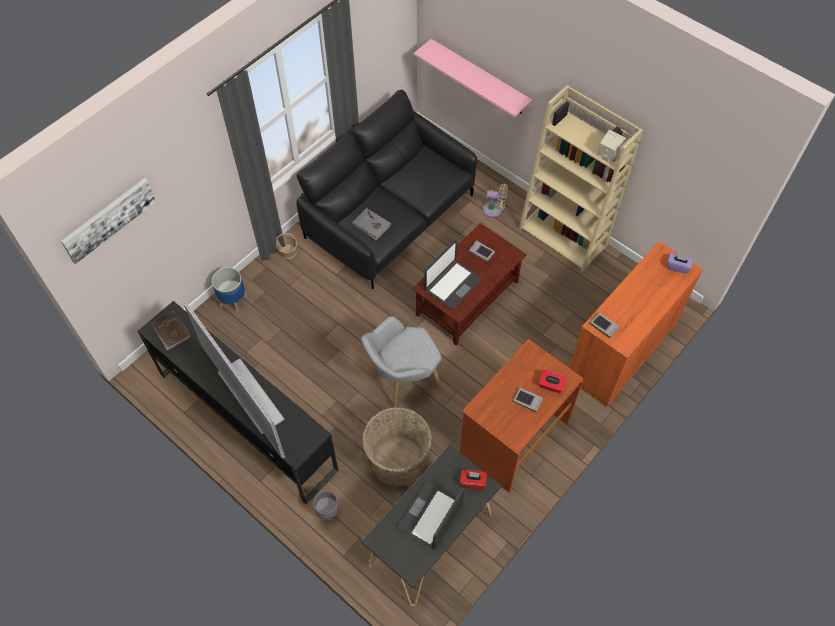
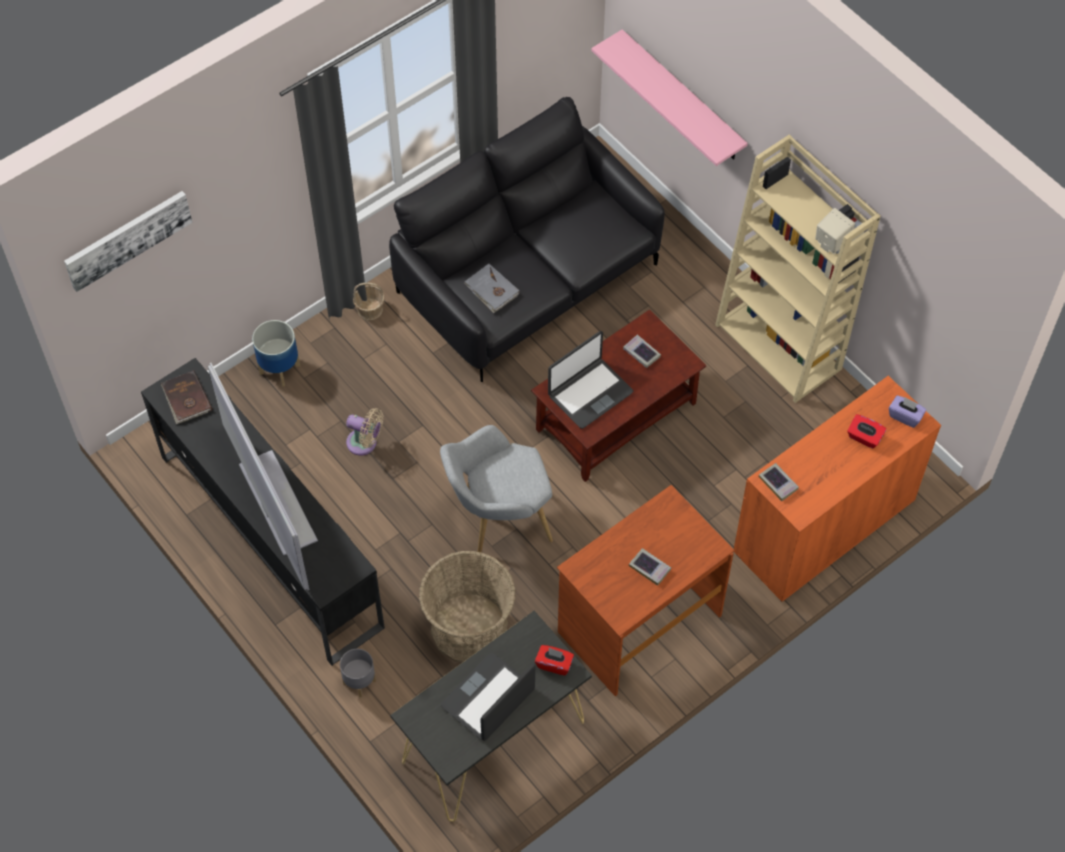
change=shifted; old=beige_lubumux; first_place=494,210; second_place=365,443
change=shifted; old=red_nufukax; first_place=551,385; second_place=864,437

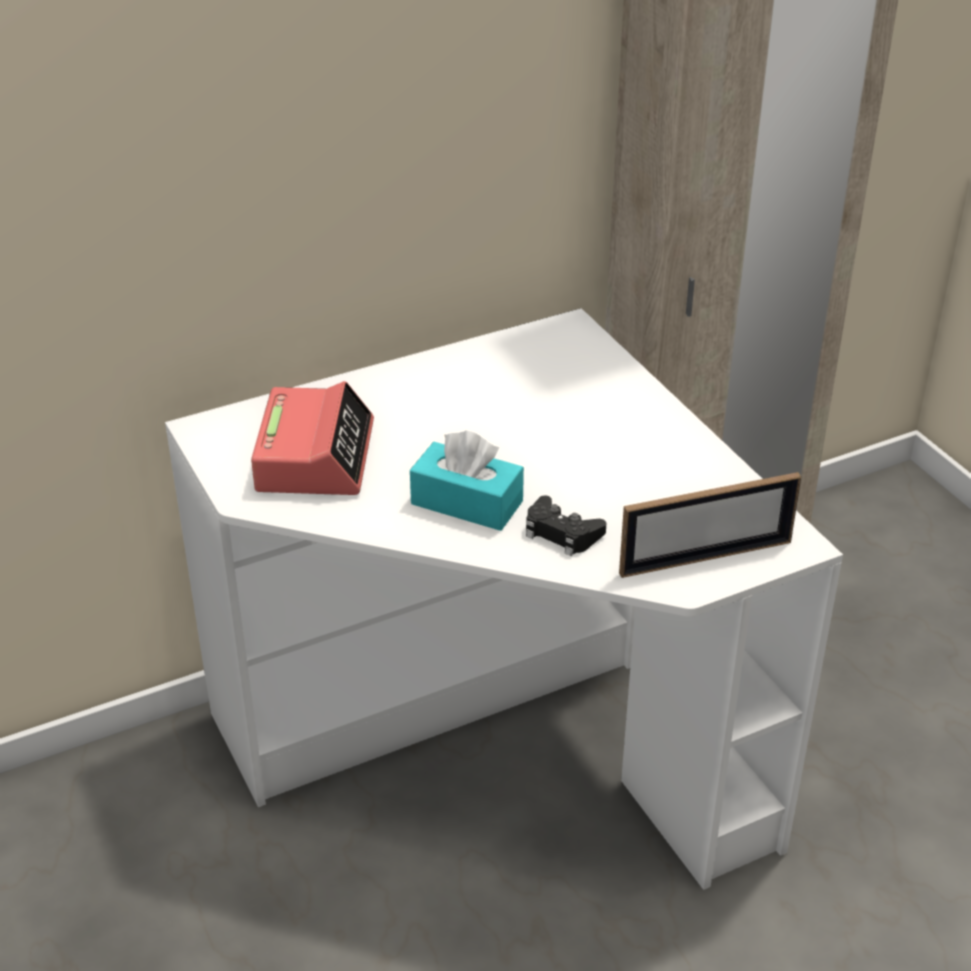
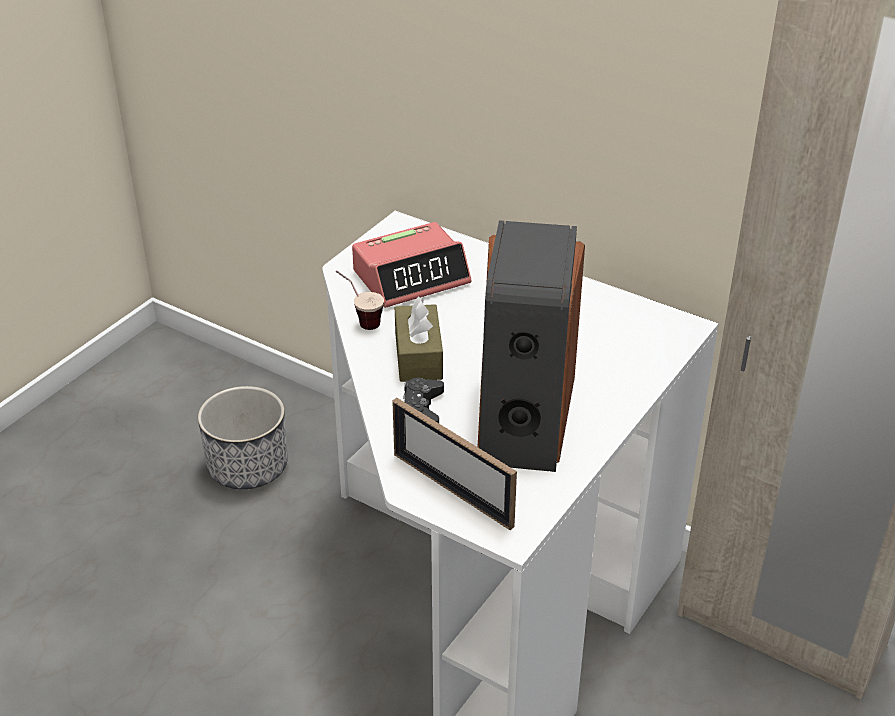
change=repainted; old=turquoise_nufukax; new=brown_nufukax; first_place=467,502; second_place=418,356
change=new; new=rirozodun; second_place=524,417
change=new; new=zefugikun; second_place=360,320
change=new; new=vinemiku; second_place=247,467

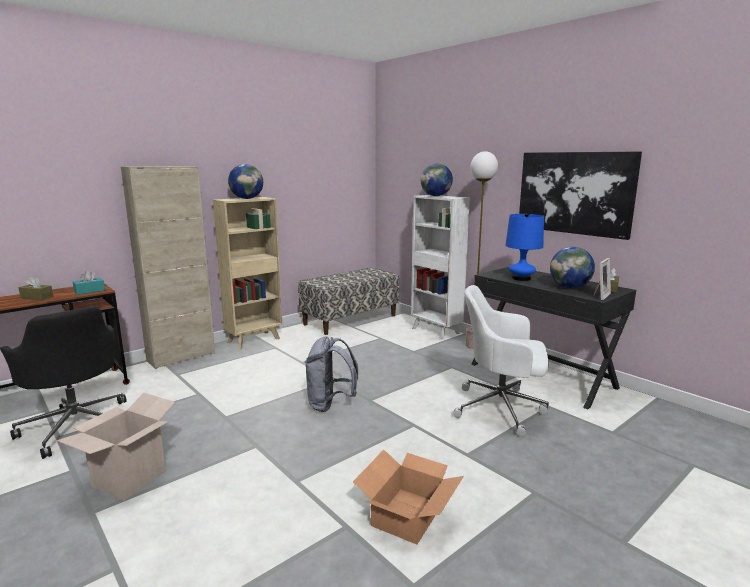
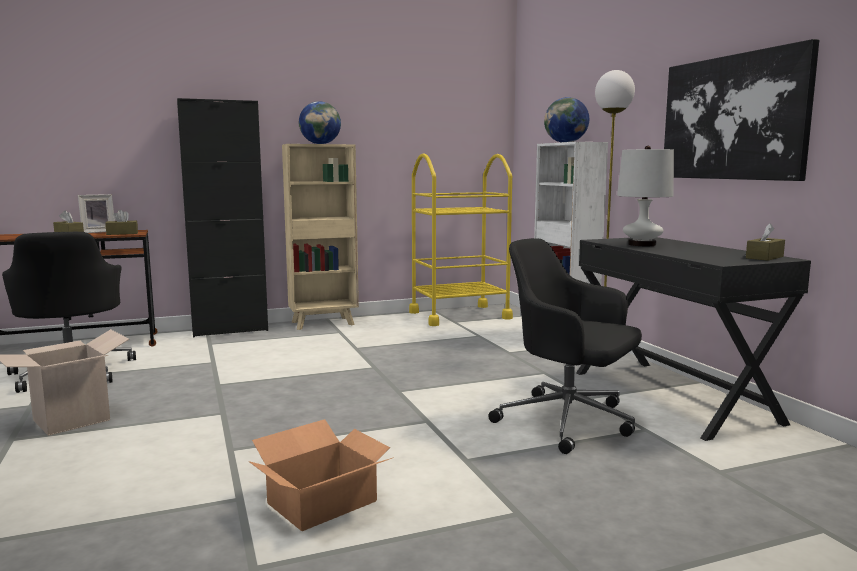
change=repainted; old=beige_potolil; new=black_potolil; first_place=181,357; second_place=230,330
change=repainted; old=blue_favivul; new=white_favivul; first_place=521,278; second_place=642,244
change=gone; old=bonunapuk; first_place=570,287
change=shifted; old=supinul; first_place=599,296; second_place=98,232
change=swapped; old=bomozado; new=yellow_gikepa; first_place=350,320; second_place=459,315
change=repainted; old=turquoise_nufukax; new=brown_nufukax; first_place=89,291; second_place=122,233
change=repainted; old=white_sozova; new=black_sozova; first_place=501,408; second_place=569,422
change=gone; old=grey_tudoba; first_place=330,404

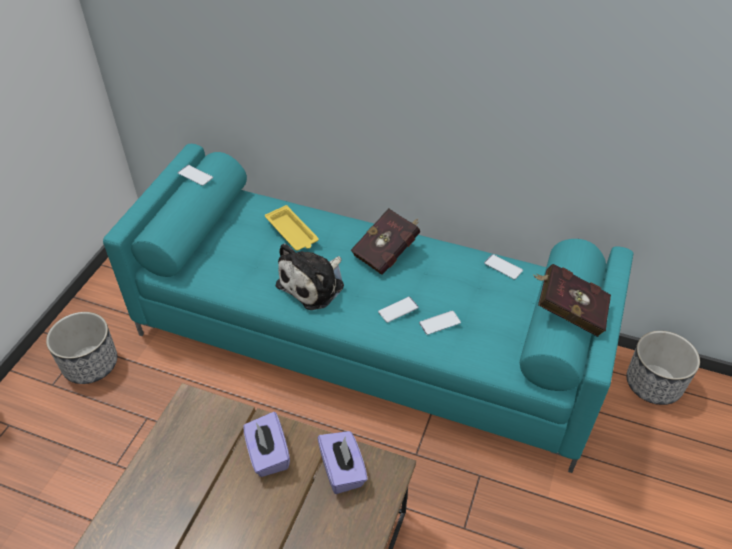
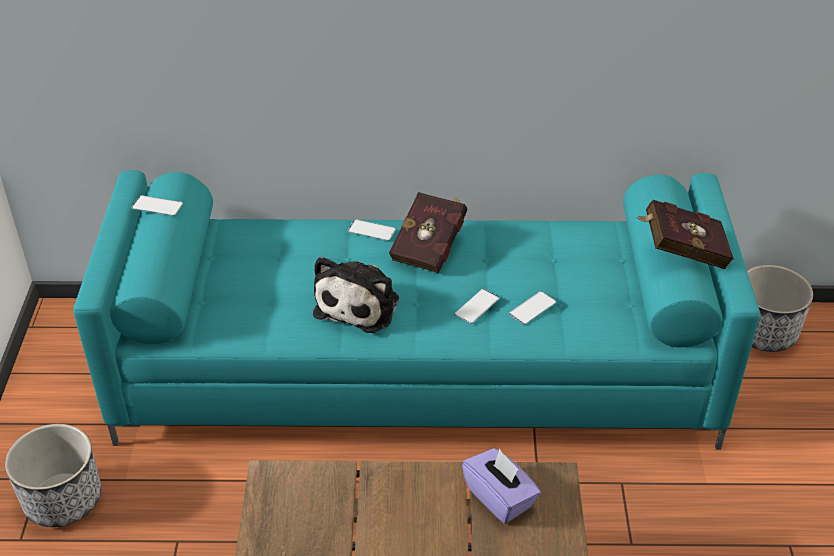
change=gone; old=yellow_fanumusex; first_place=292,232
change=shifted; old=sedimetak; first_place=503,267; second_place=371,230
change=gone; old=purple_nufukax; first_place=268,455

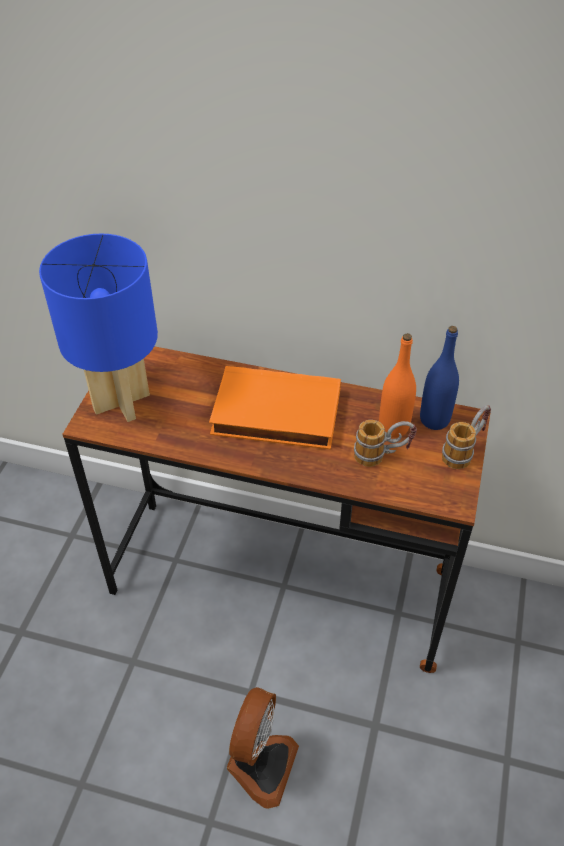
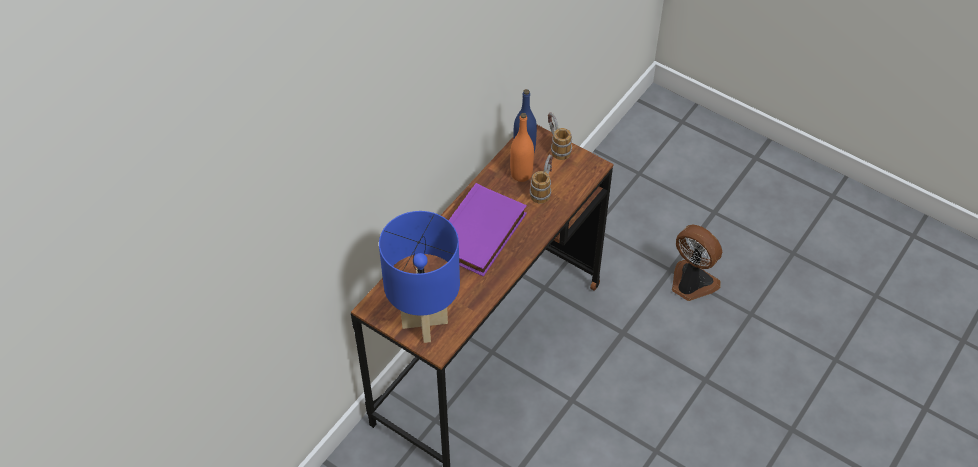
change=repainted; old=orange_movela; new=purple_movela; first_place=275,415; second_place=480,234
change=shifted; old=lubumux; first_place=260,765; second_place=691,283

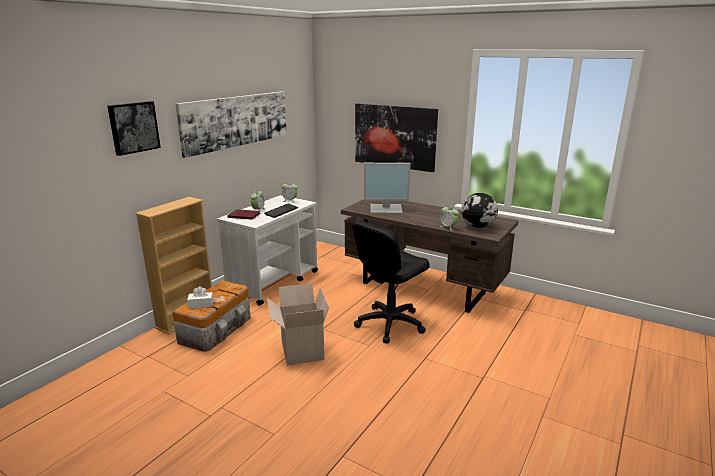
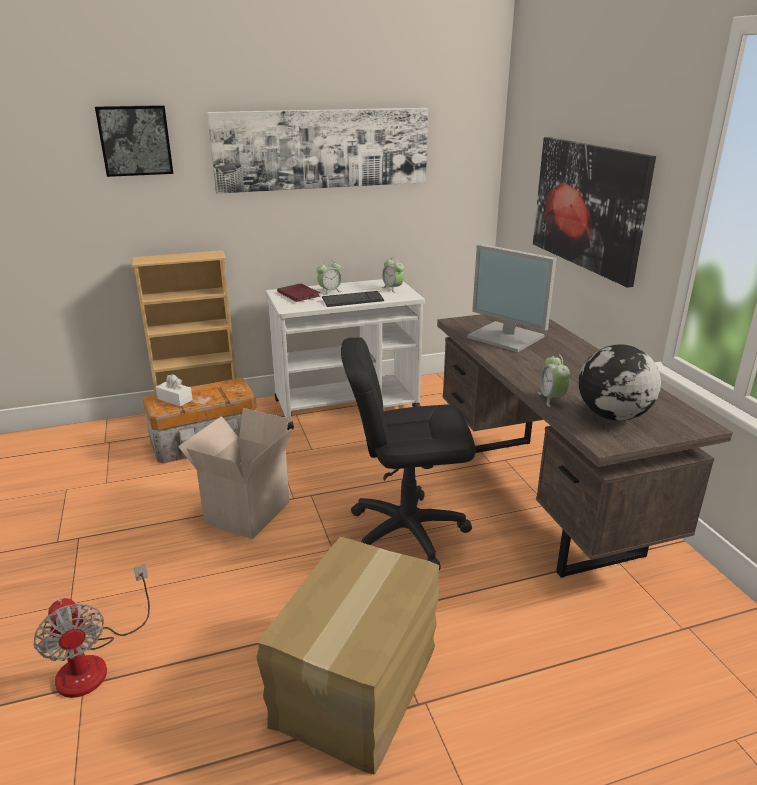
change=new; new=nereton; second_place=358,685
change=new; new=lubumux; second_place=94,662

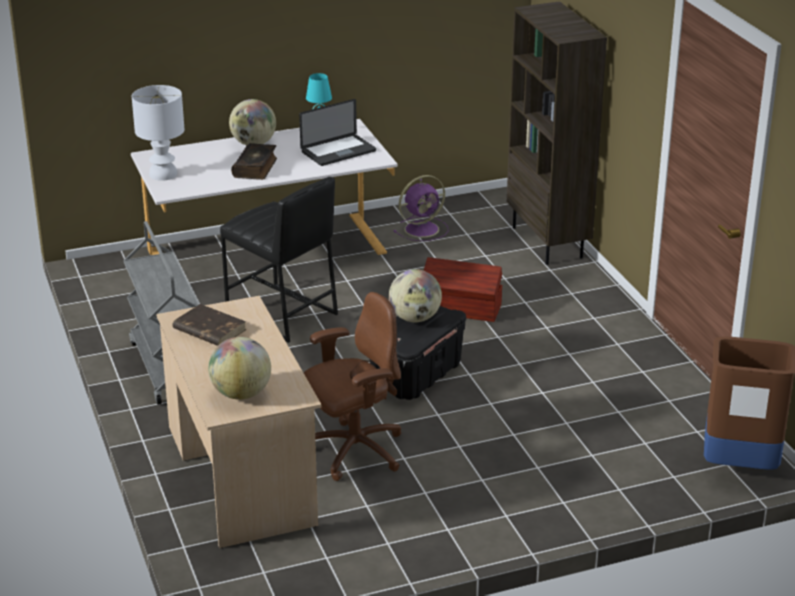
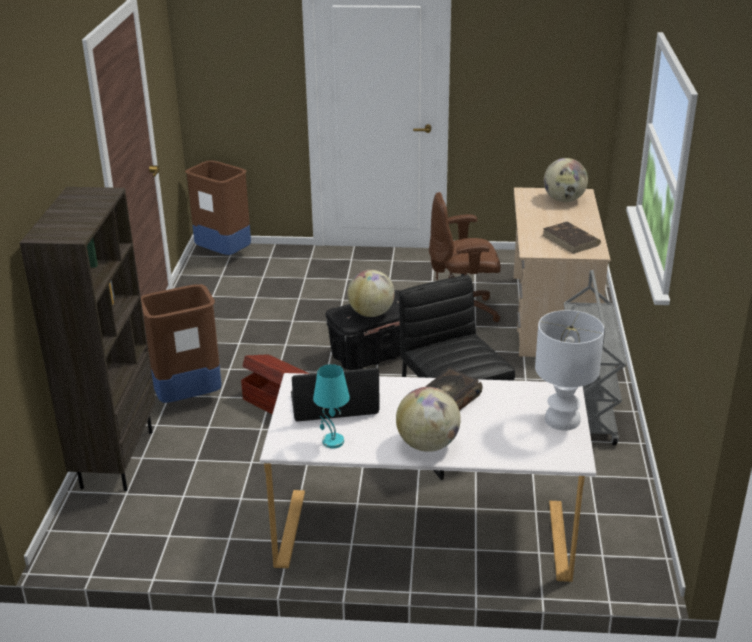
change=gone; old=purple_lubumux; first_place=423,229
change=new; new=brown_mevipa; second_place=188,397

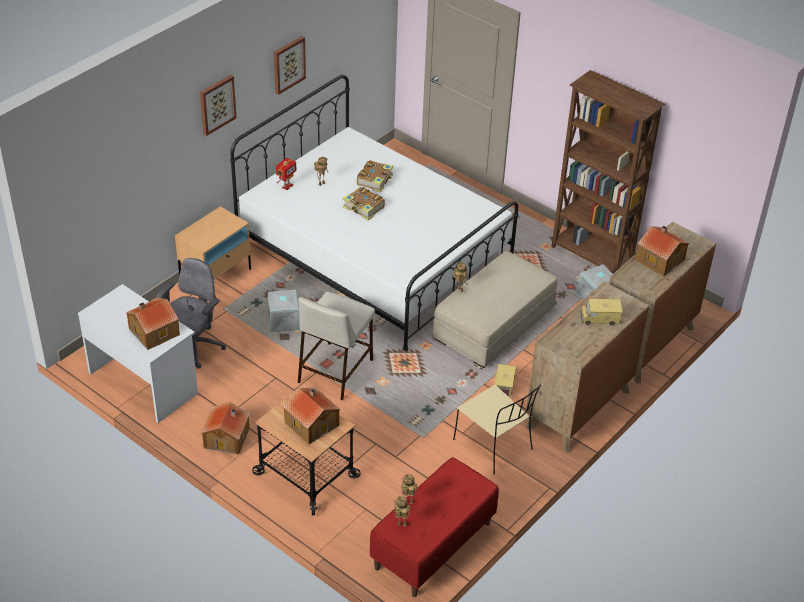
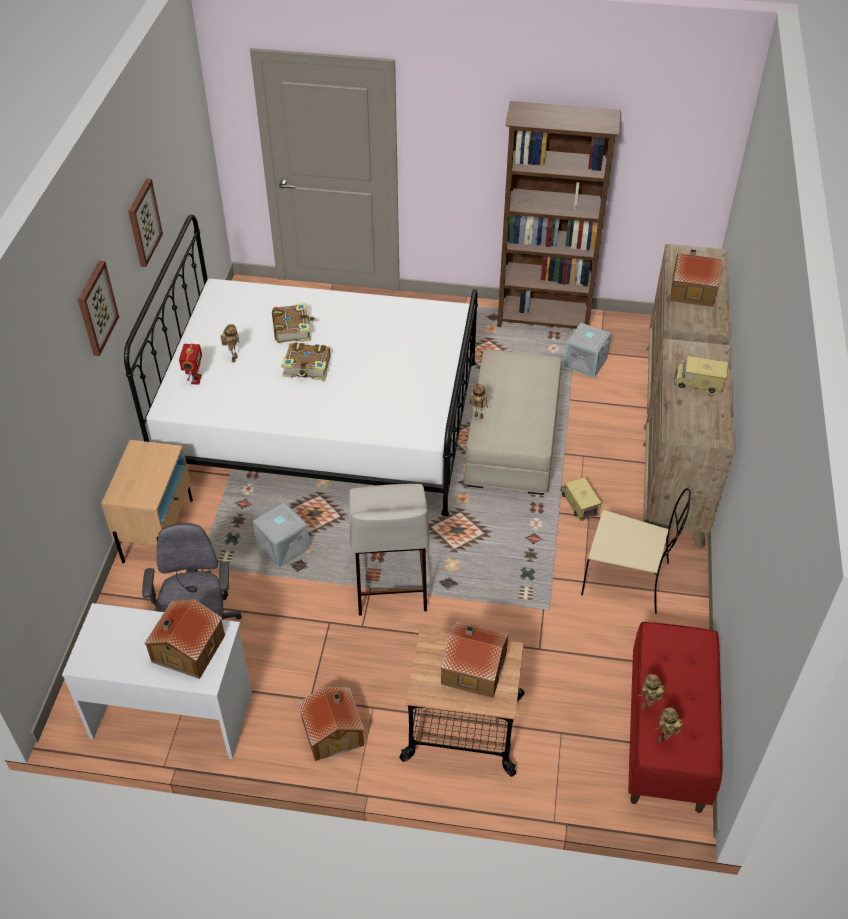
change=rotated; old=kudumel; first_place=600,318; second_place=698,382; degrees=45

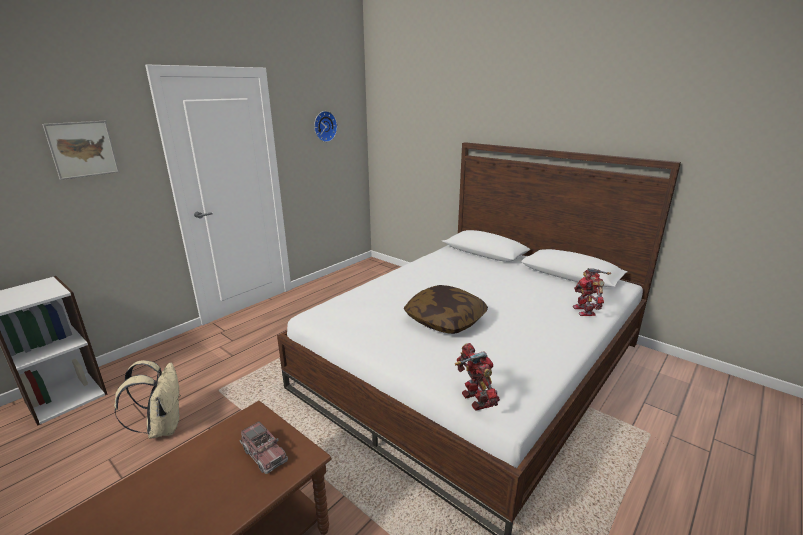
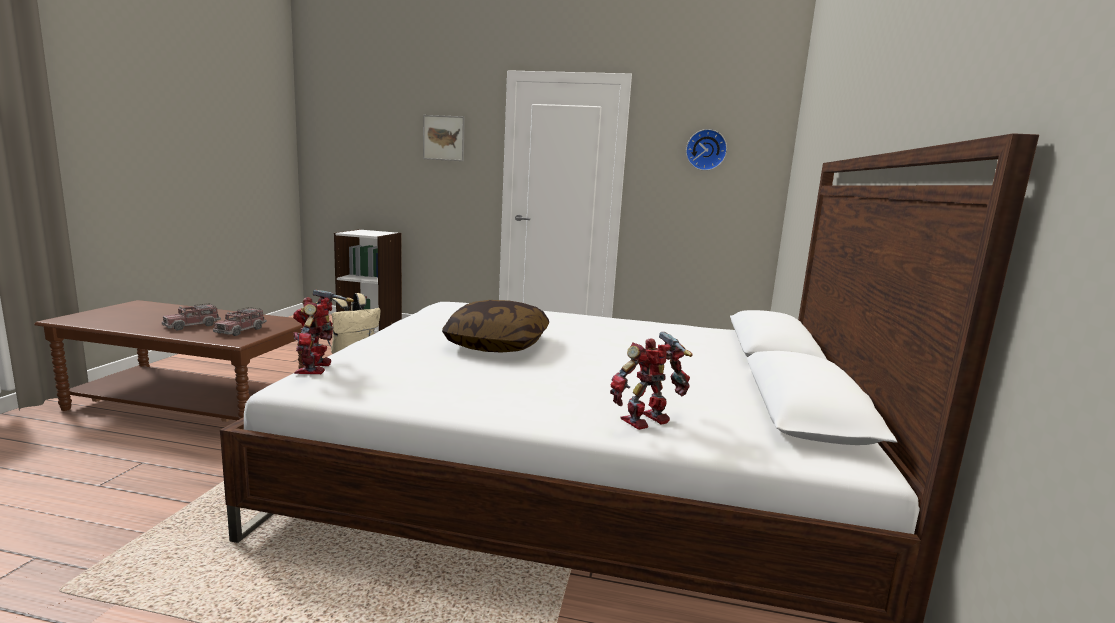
change=rotated; old=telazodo; first_place=474,400; second_place=317,368; degrees=135
change=new; new=kudumel; second_place=192,325

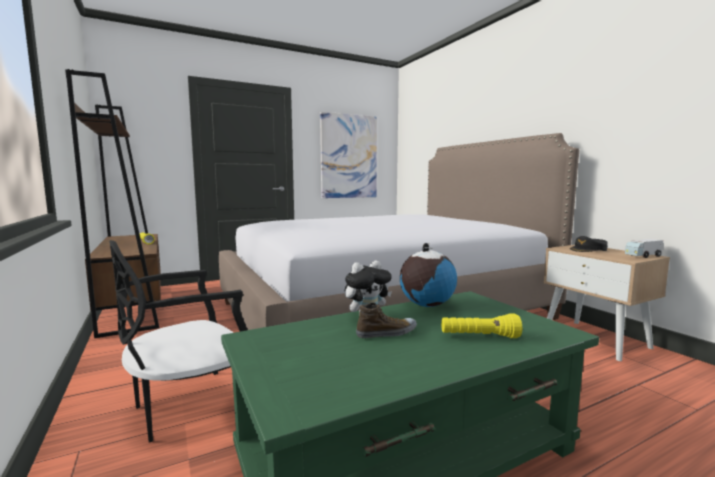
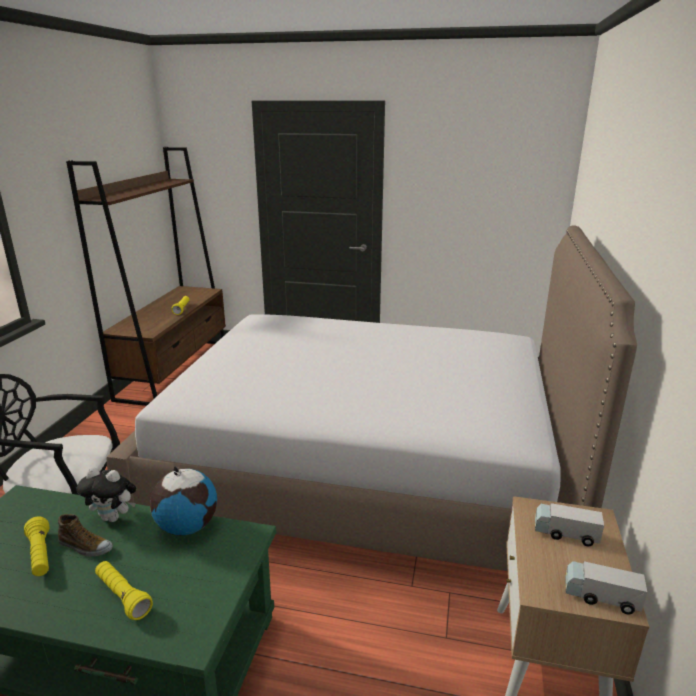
change=gone; old=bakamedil; first_place=349,156
change=swapped; old=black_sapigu; new=kudumel; first_place=588,249; second_place=565,533
change=new; new=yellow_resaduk; second_place=40,555

